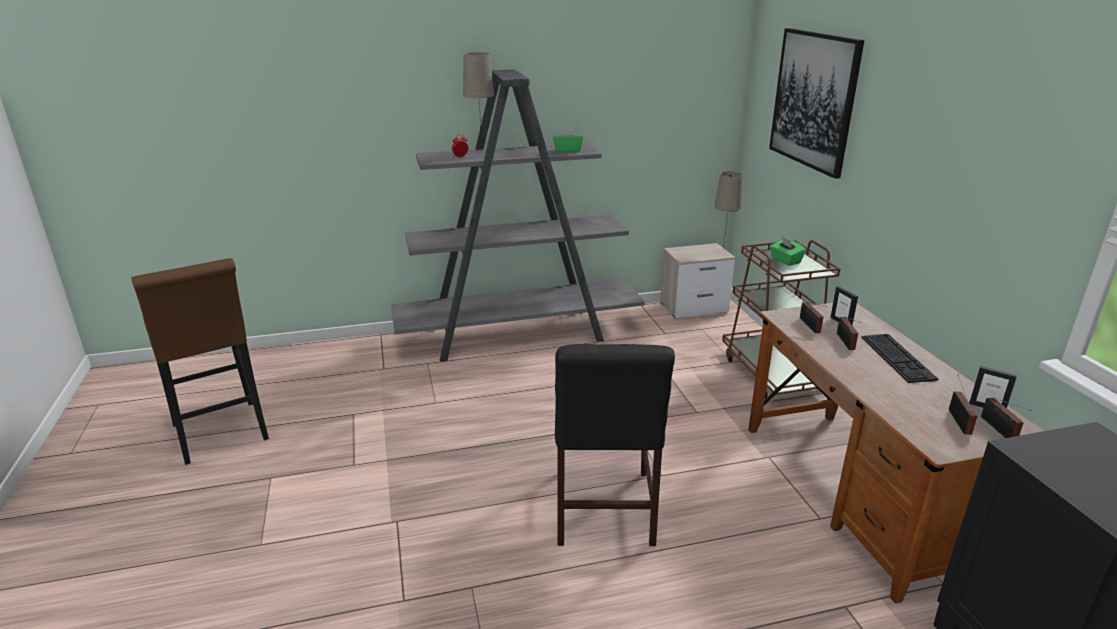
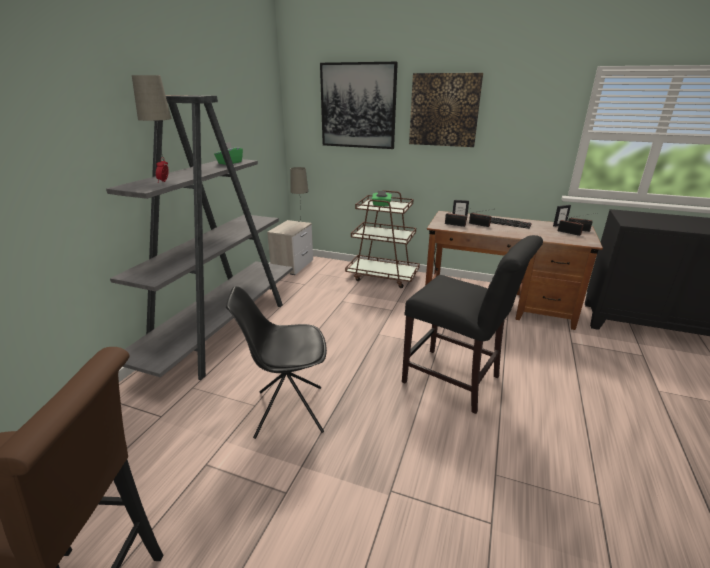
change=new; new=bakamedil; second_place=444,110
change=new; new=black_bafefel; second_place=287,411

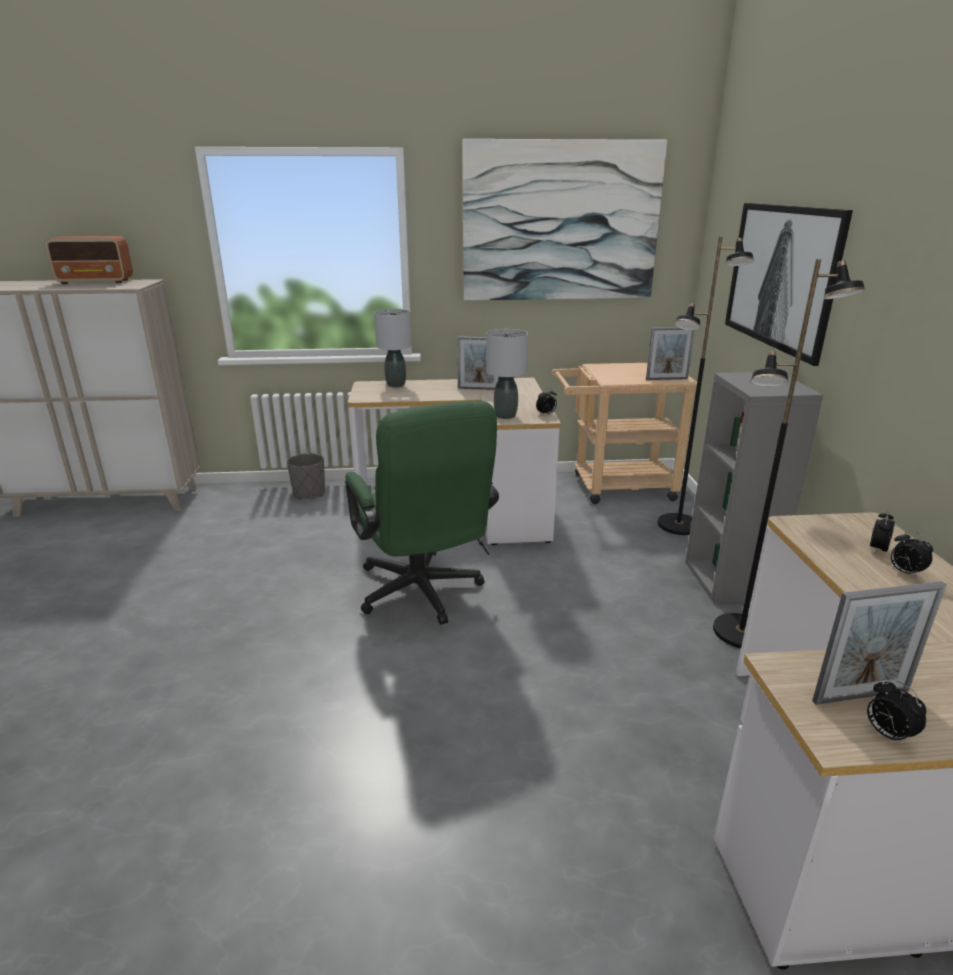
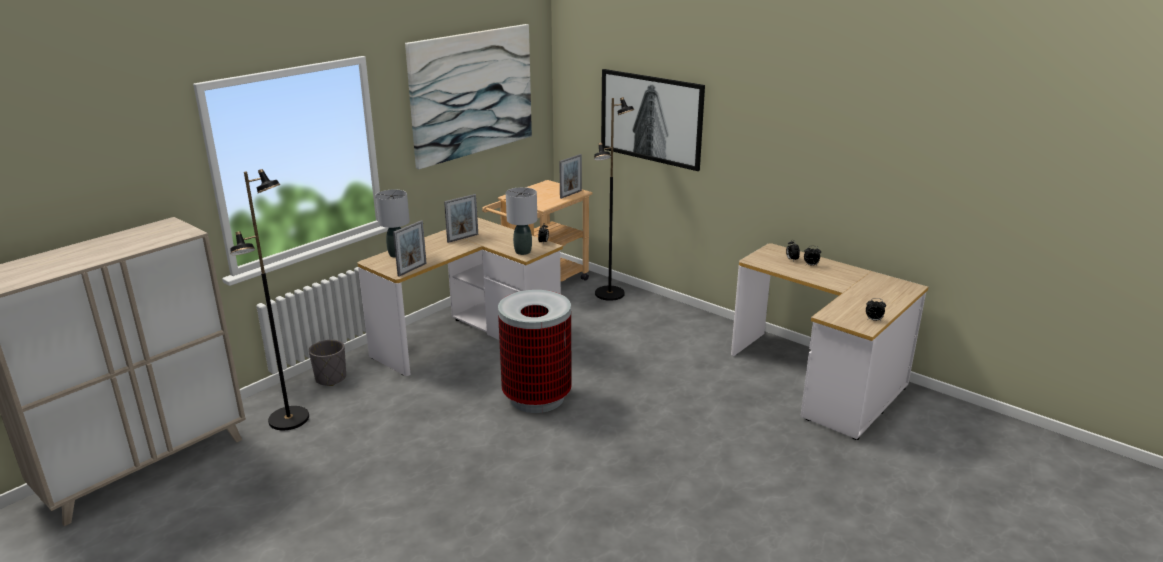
change=gone; old=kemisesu; first_place=96,282
change=shifted; old=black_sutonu; first_place=741,633; second_place=289,419
change=gone; old=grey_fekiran; first_place=729,580
change=swapped; old=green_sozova; new=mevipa; first_place=423,595; second_place=537,397
change=shifted; old=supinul; first_place=861,696; second_place=412,269

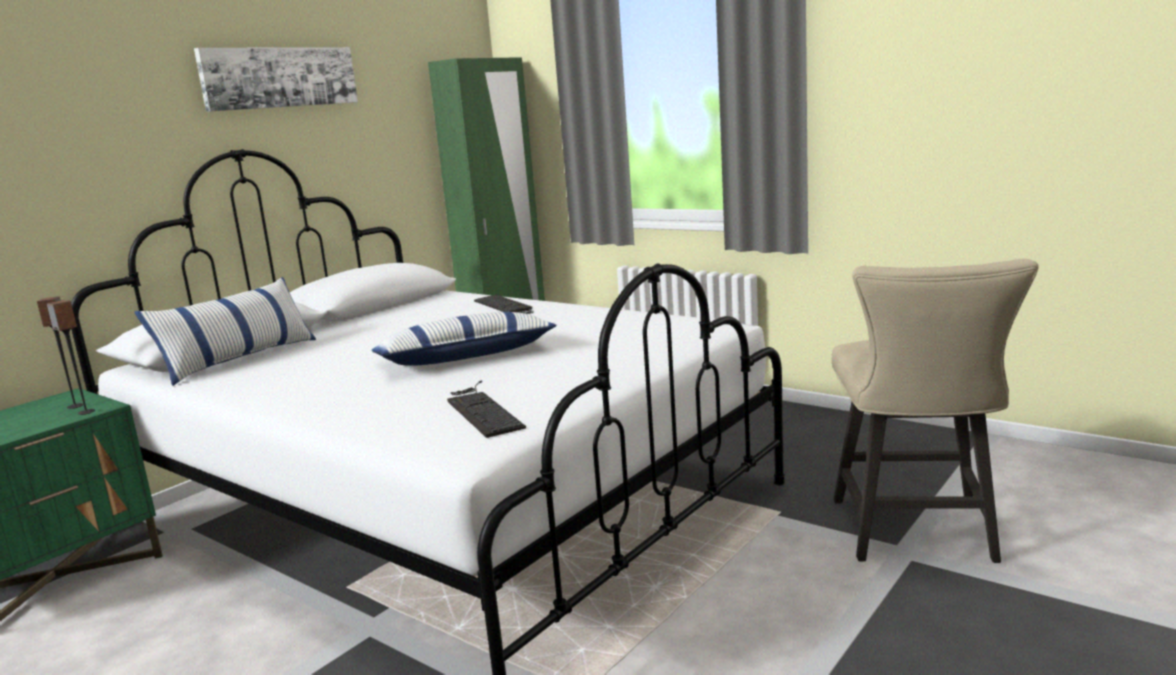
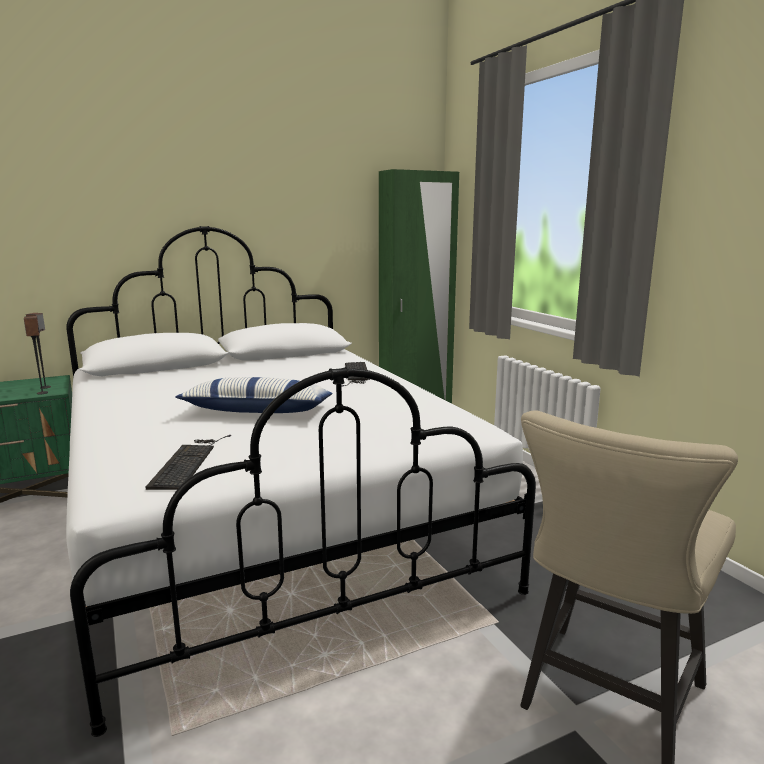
change=gone; old=bakamedil; first_place=280,77
change=gone; old=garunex; first_place=239,359

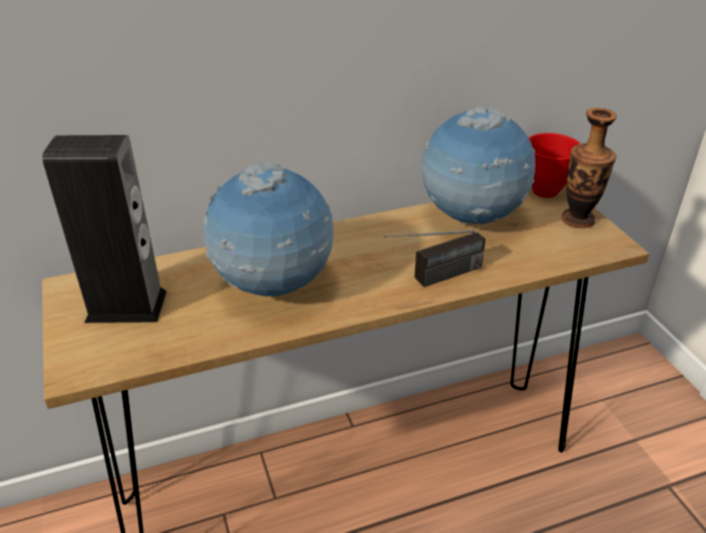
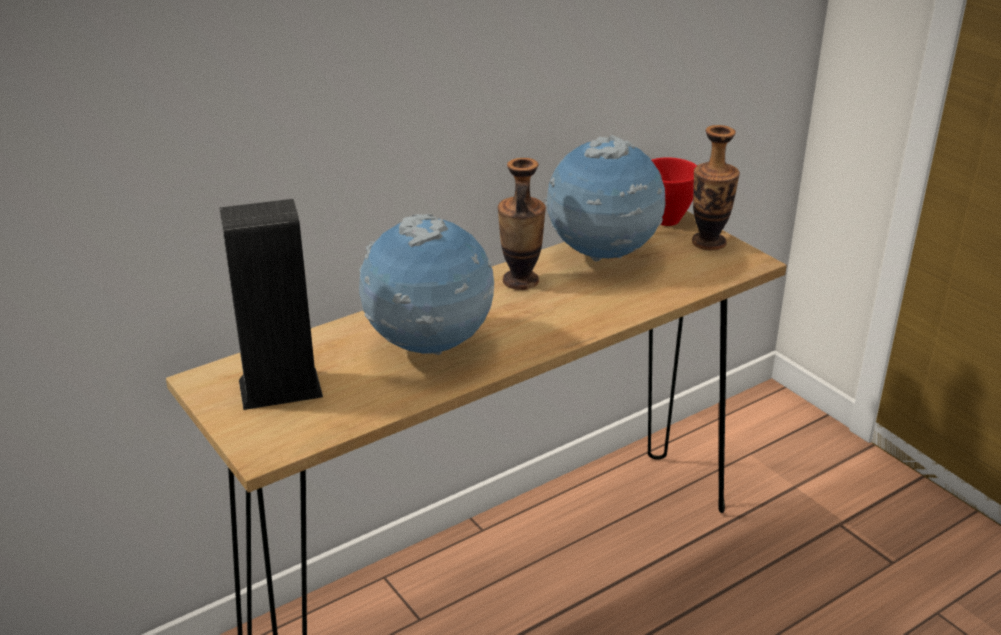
change=gone; old=kemisesu; first_place=433,279
change=new; new=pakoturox; second_place=520,281

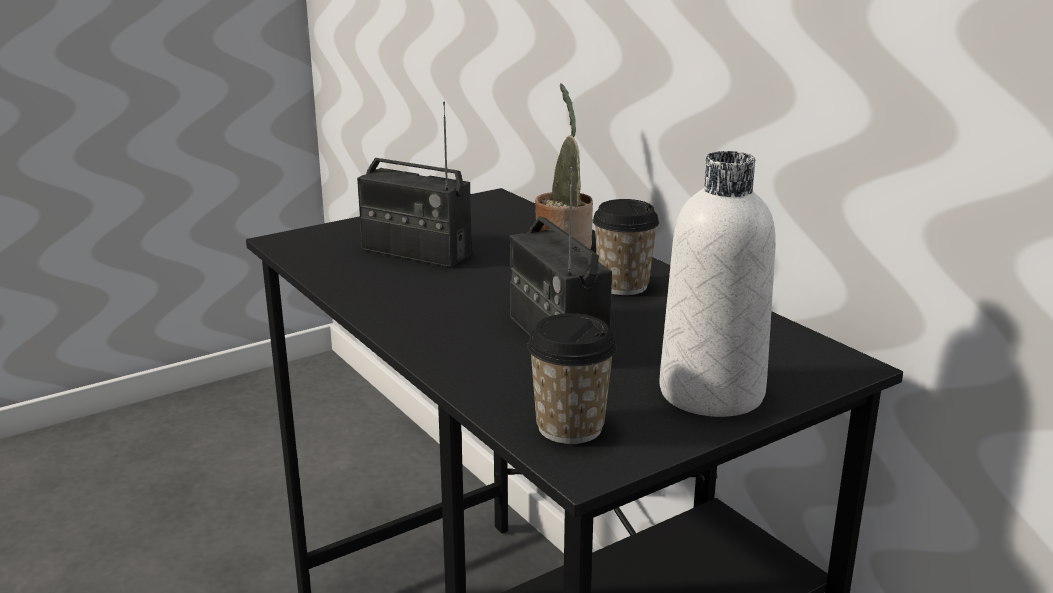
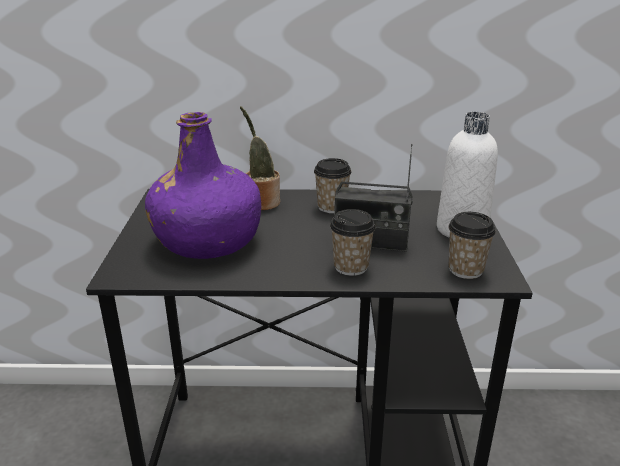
change=swapped; old=kemisesu; new=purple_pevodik; first_place=416,252; second_place=208,241
change=new; new=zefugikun; second_place=351,267

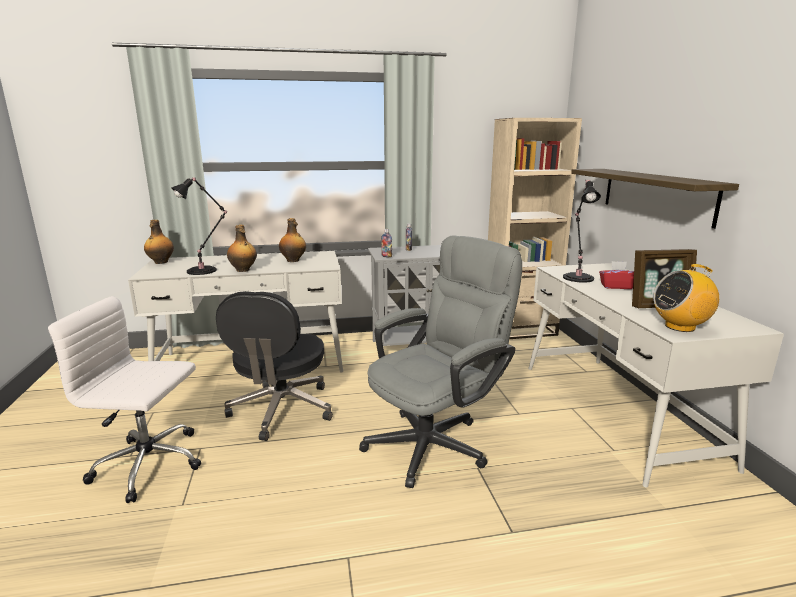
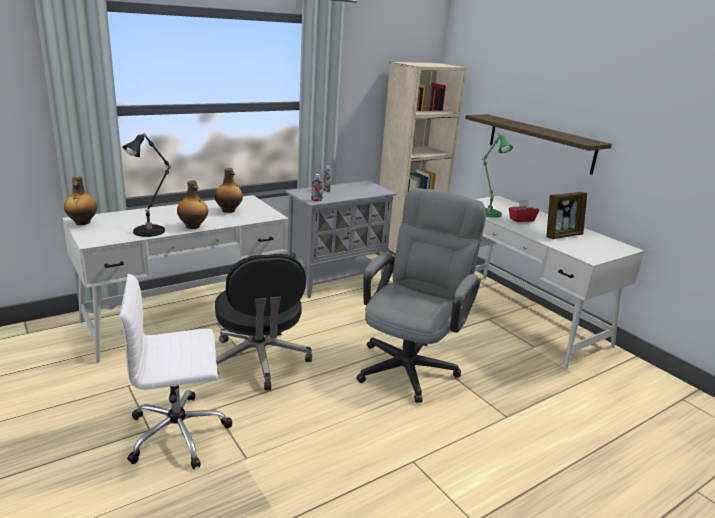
change=repainted; old=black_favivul; new=green_favivul; first_place=577,277; second_place=488,212
change=gone; old=kemisesu; first_place=680,327

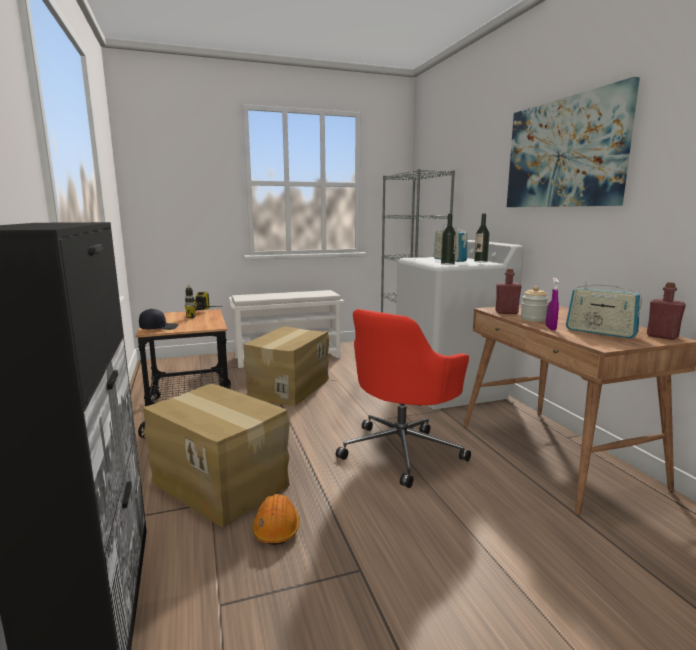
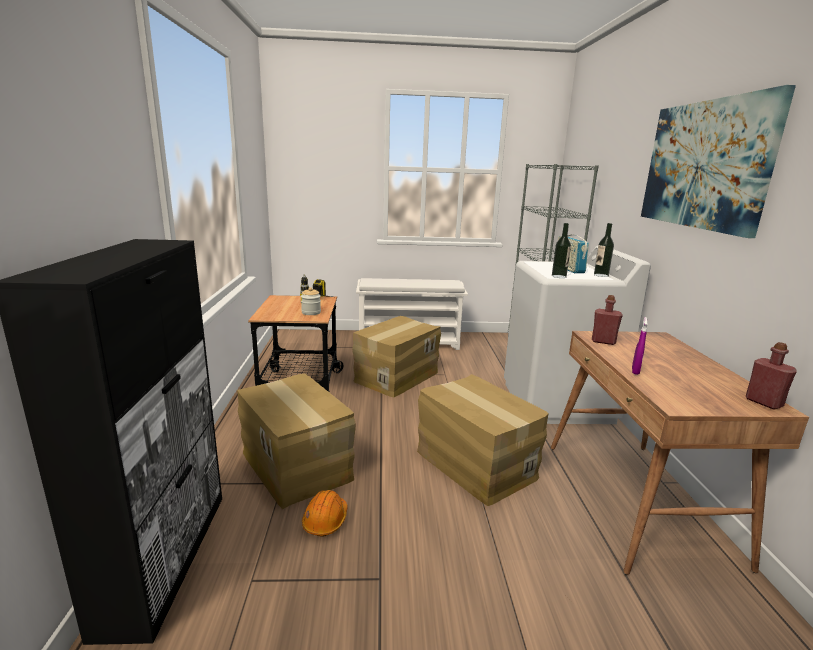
change=gone; old=kemisesu; first_place=600,332
change=shifted; old=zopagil; first_place=533,319; second_place=311,312
change=gone; old=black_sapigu; first_place=158,328
change=swapped; old=red_sozova; new=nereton; first_place=402,451; second_place=474,464

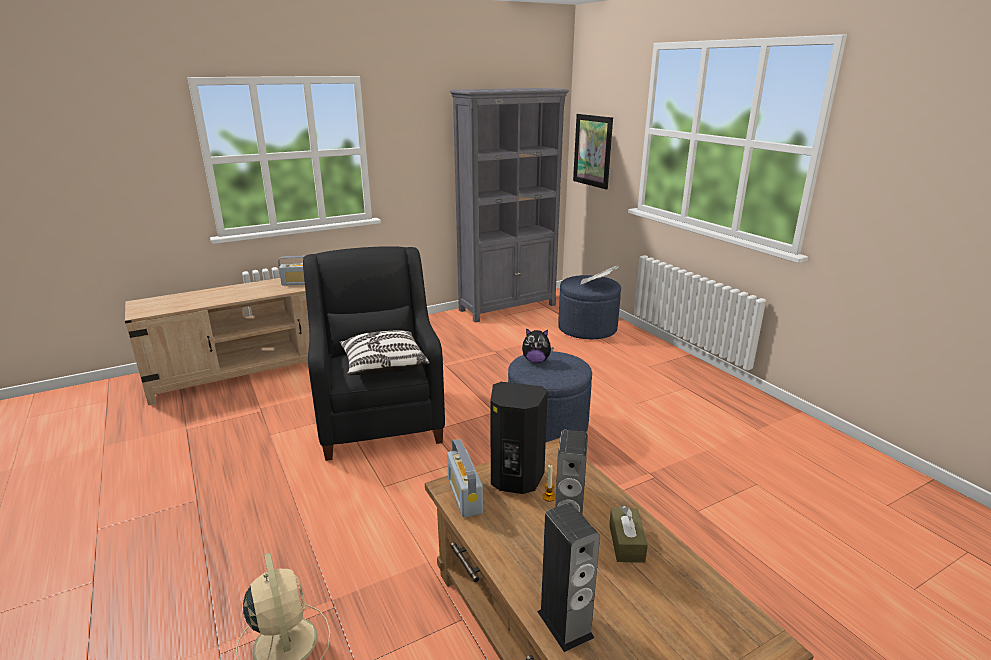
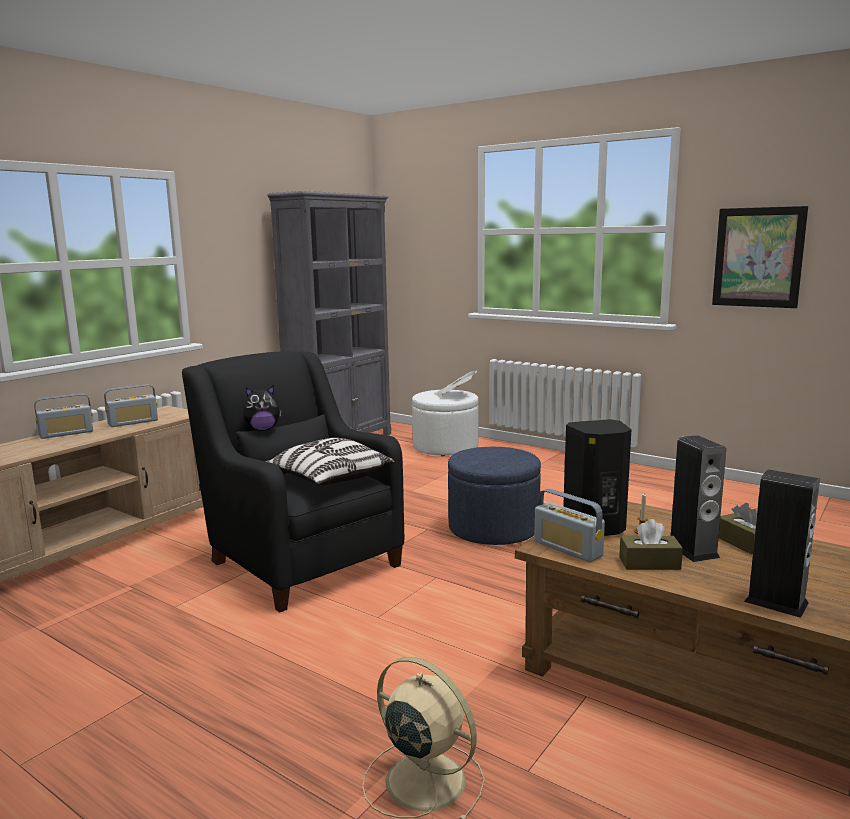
change=shifted; old=bakamedil; first_place=592,151; second_place=758,257
change=repainted; old=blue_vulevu; new=white_vulevu; first_place=587,329; second_place=445,447
change=shifted; old=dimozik; first_place=536,360; second_place=262,429
change=new; new=kemisesu; second_place=66,433
change=new; new=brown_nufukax; second_place=649,563

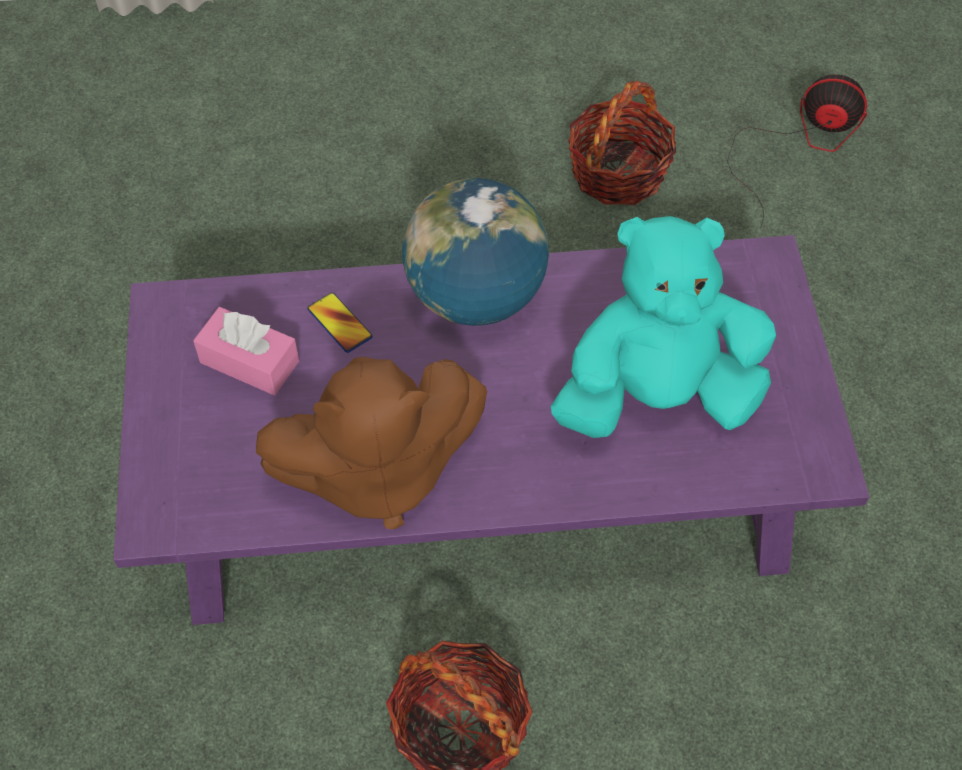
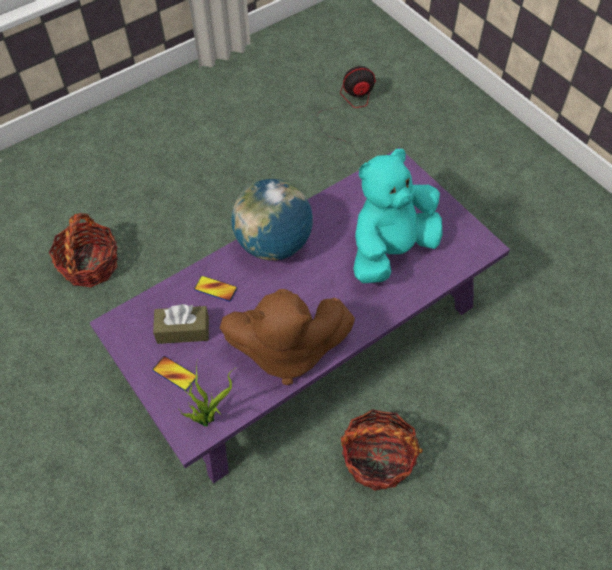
change=shifted; old=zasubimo; first_place=618,172; second_place=90,265
change=repainted; old=pink_nufukax; new=brown_nufukax; first_place=249,362; second_place=183,330
change=rotated; old=brown_dimozik; first_place=377,472; second_place=286,351; degrees=45
change=new; new=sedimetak; second_place=175,373
change=new; new=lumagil; second_place=208,416

